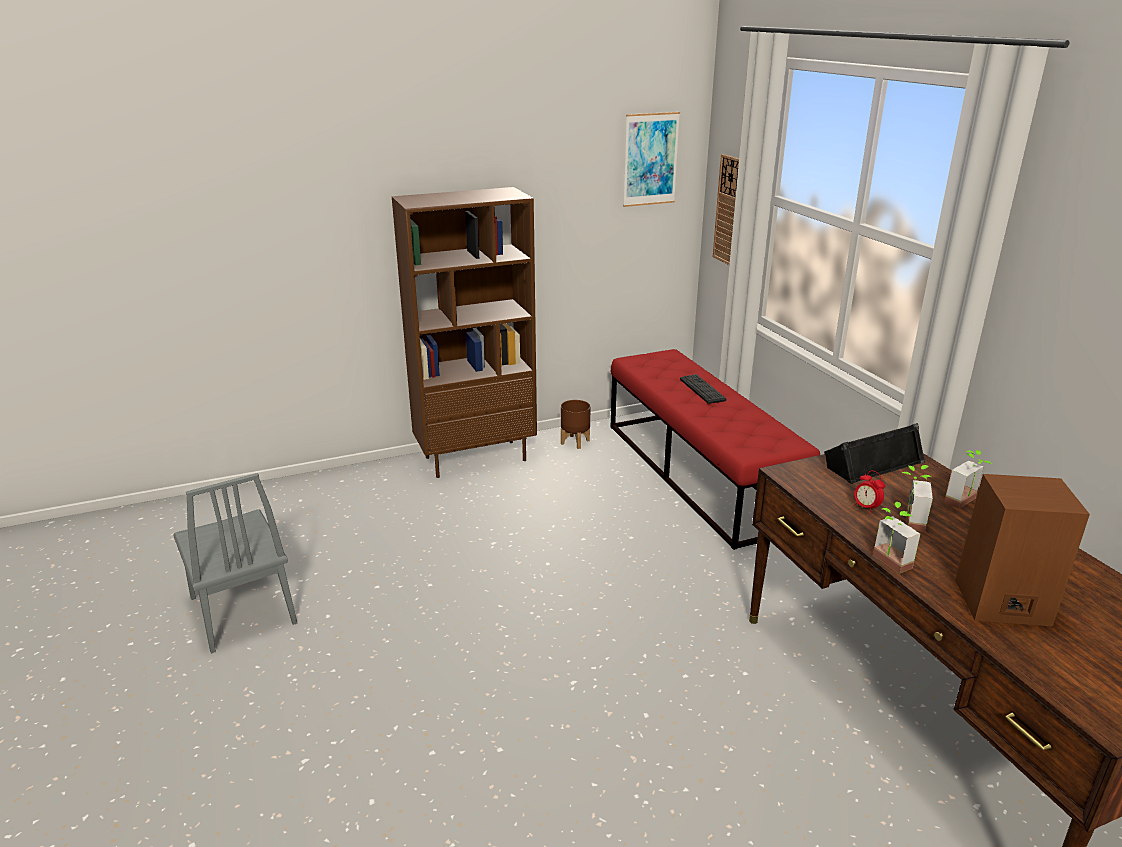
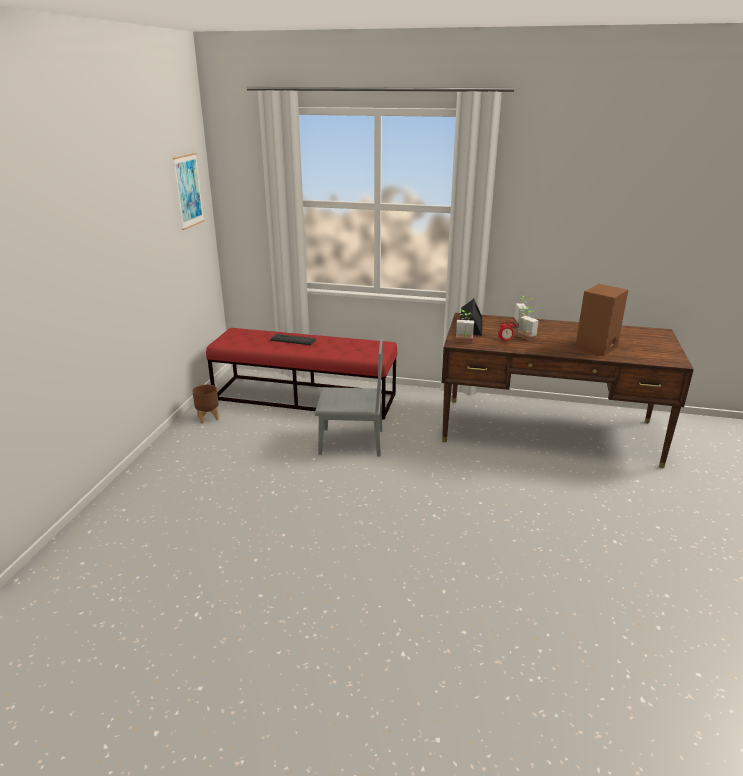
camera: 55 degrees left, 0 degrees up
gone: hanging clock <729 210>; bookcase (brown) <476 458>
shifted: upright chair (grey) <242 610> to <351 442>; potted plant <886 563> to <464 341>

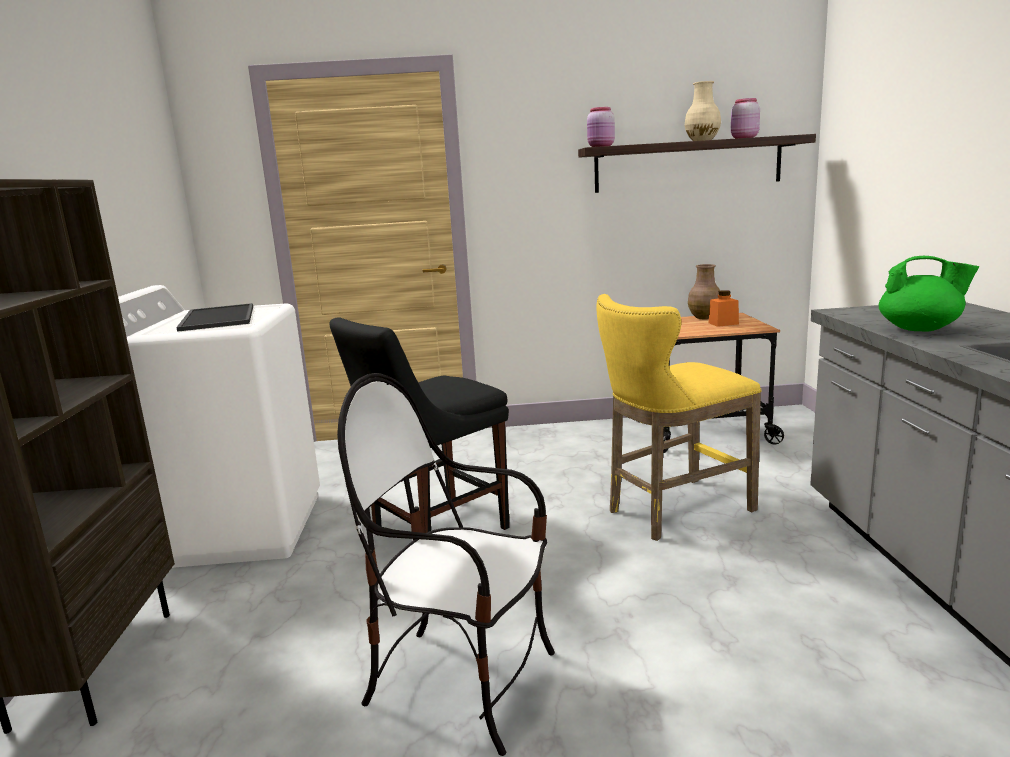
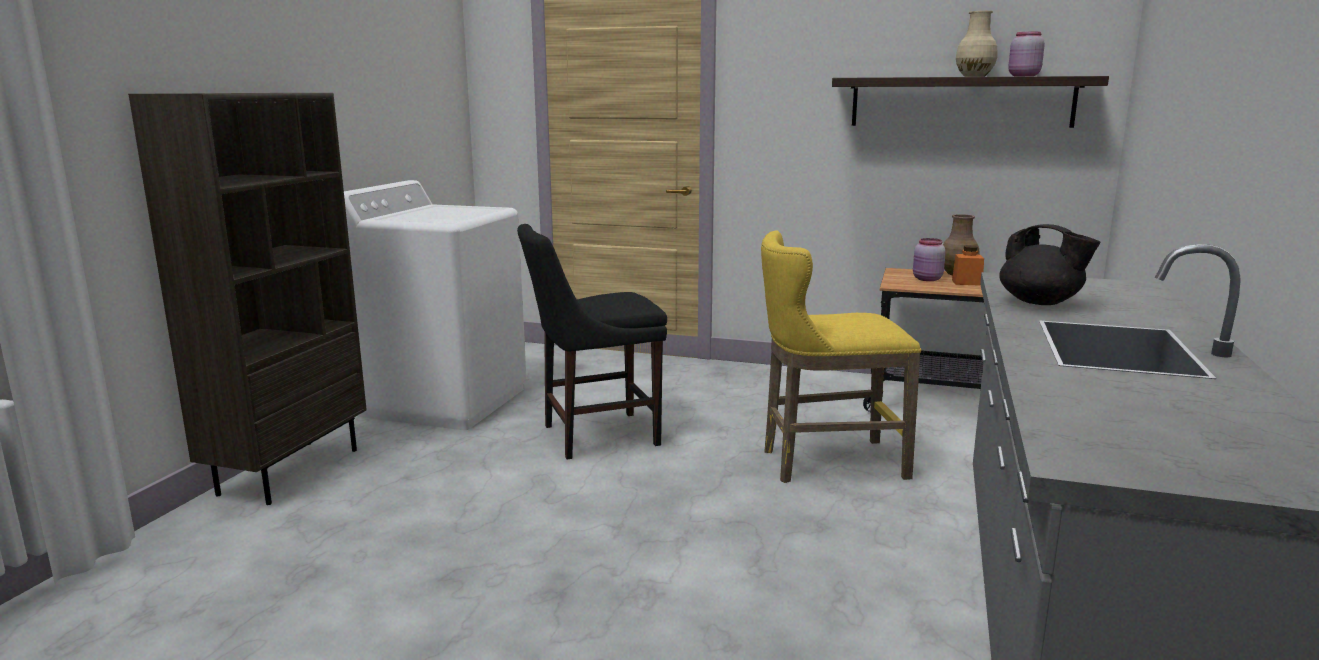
camera: 20 degrees right, 0 degrees up
gone: tray <216 318>; upright chair <463 682>
shifted: jar (pinkish) <601 146> to <927 279>
repainted: teapot (green) <920 329> to teapot (black) <1040 302>

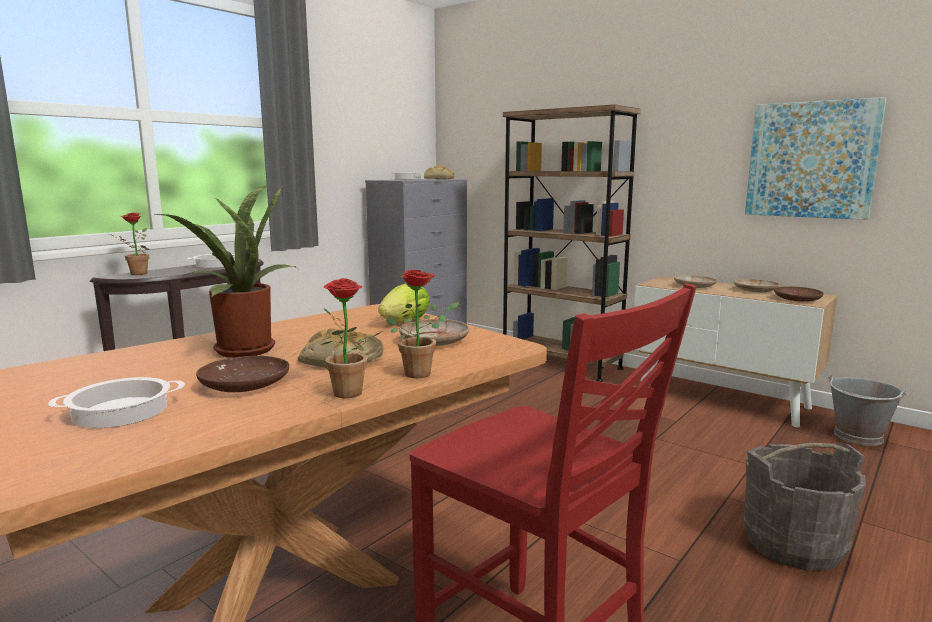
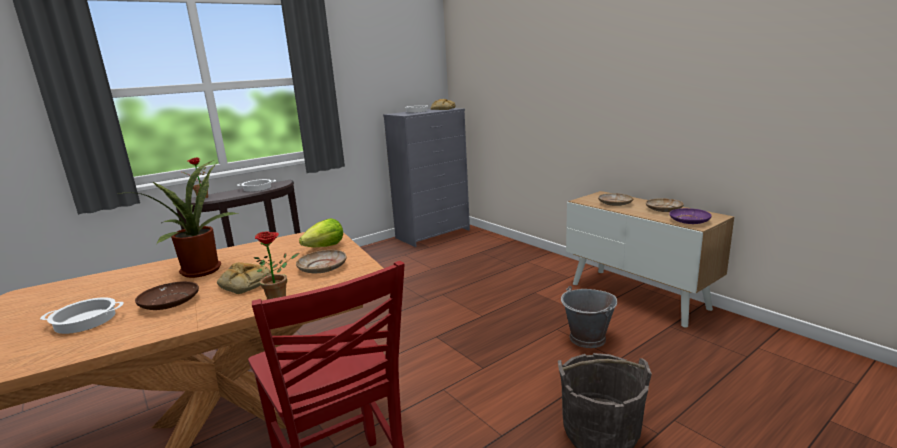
camera: 15 degrees right, 5 degrees up
gone: picture <811 160>; bookcase (brown) <560 363>; potted plant <349 395>
shifted: water bucket (grey) <859 437> to <587 338>
repainted: flat dish (brown) <797 299> to flat dish (purple-coloured) <689 221>

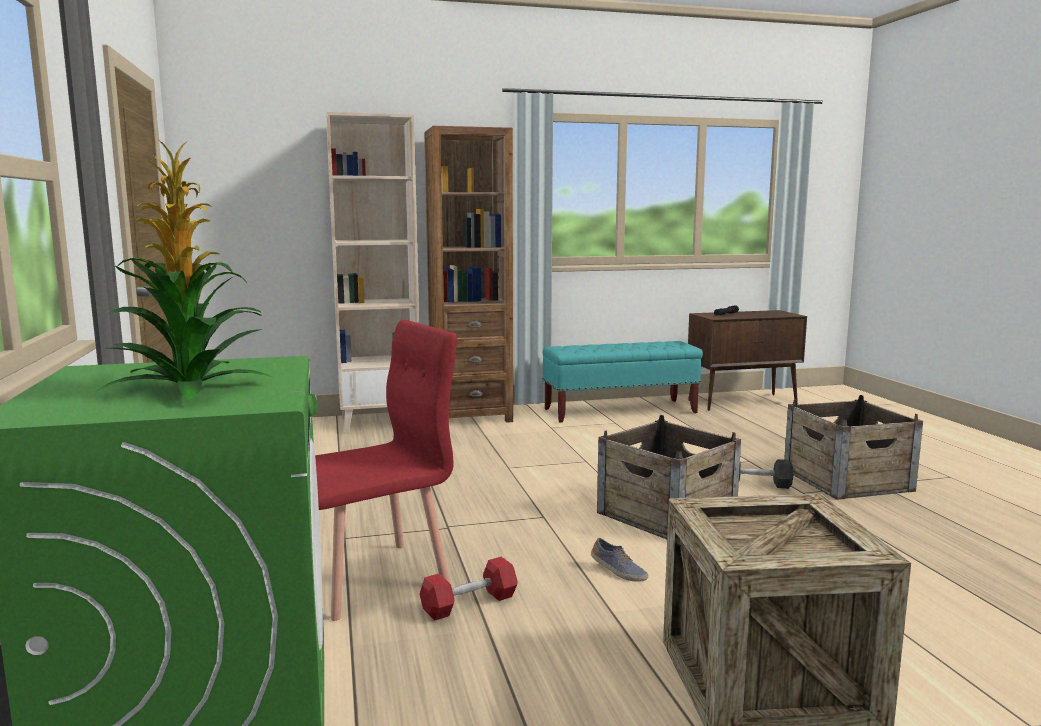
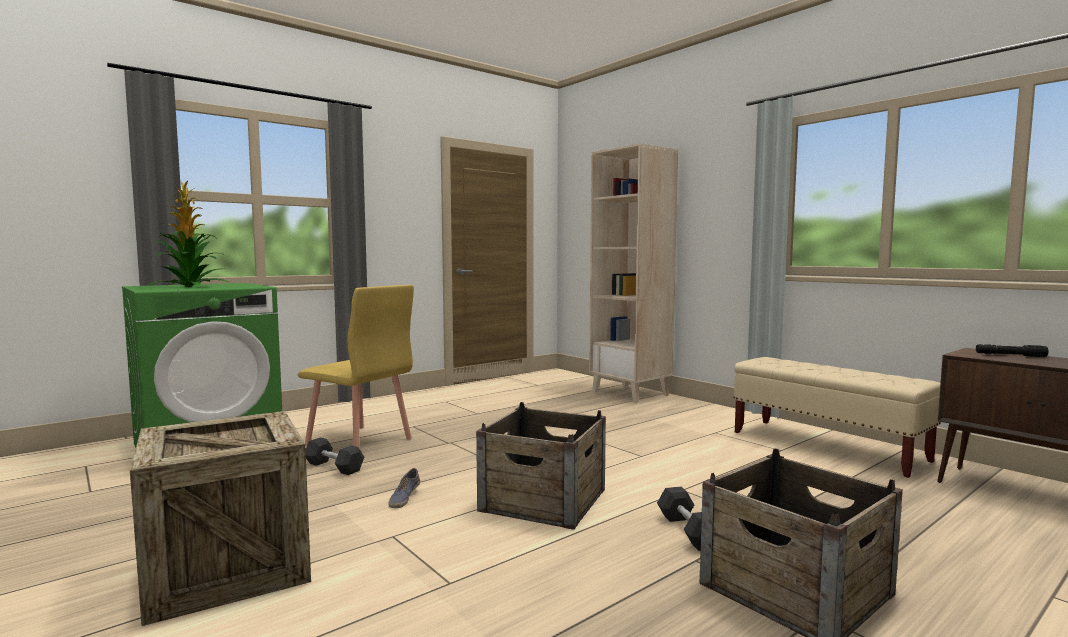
camera: 65 degrees right, 5 degrees down
gone: bookcase (brown) <470 416>
repainted: upright chair (red) <373 579> to upright chair (yellow-coloured) <359 442>; bench (turquoise) <620 411> to bench (beige) <827 447>; free weight (red) <469 604> to free weight (grey) <334 467>

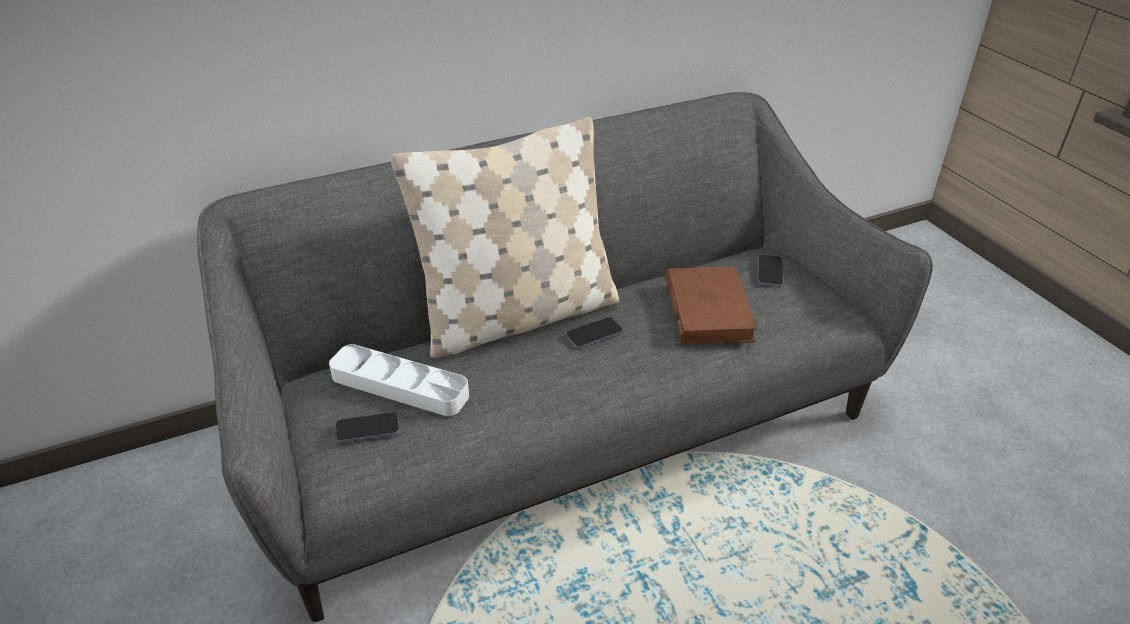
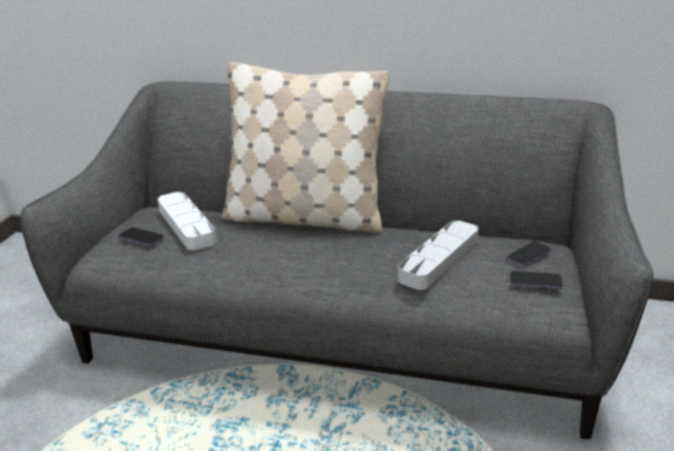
camera: 40 degrees right, 10 degrees down
shifted: phone <594 334> to <535 282>
swapped: volume (brown) <708 309> to tray (grey) <439 259>

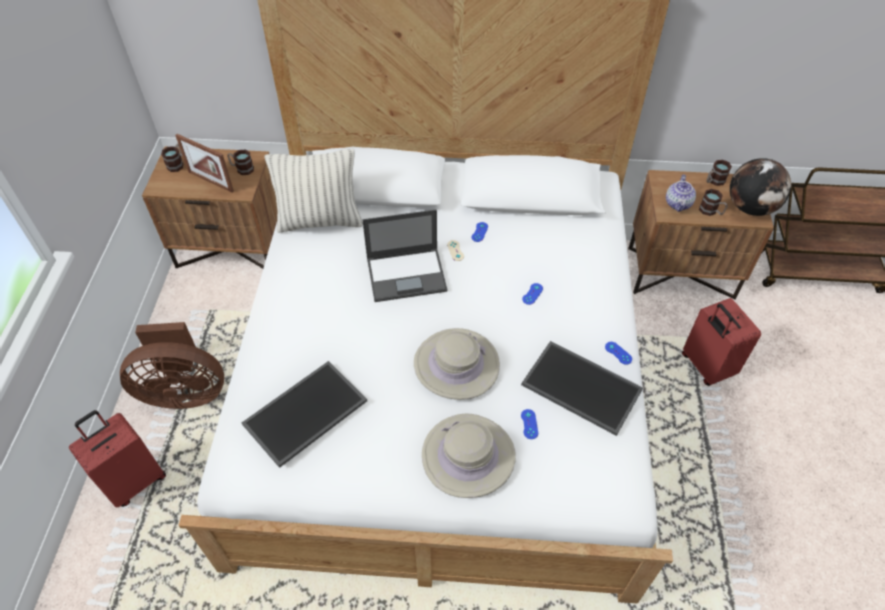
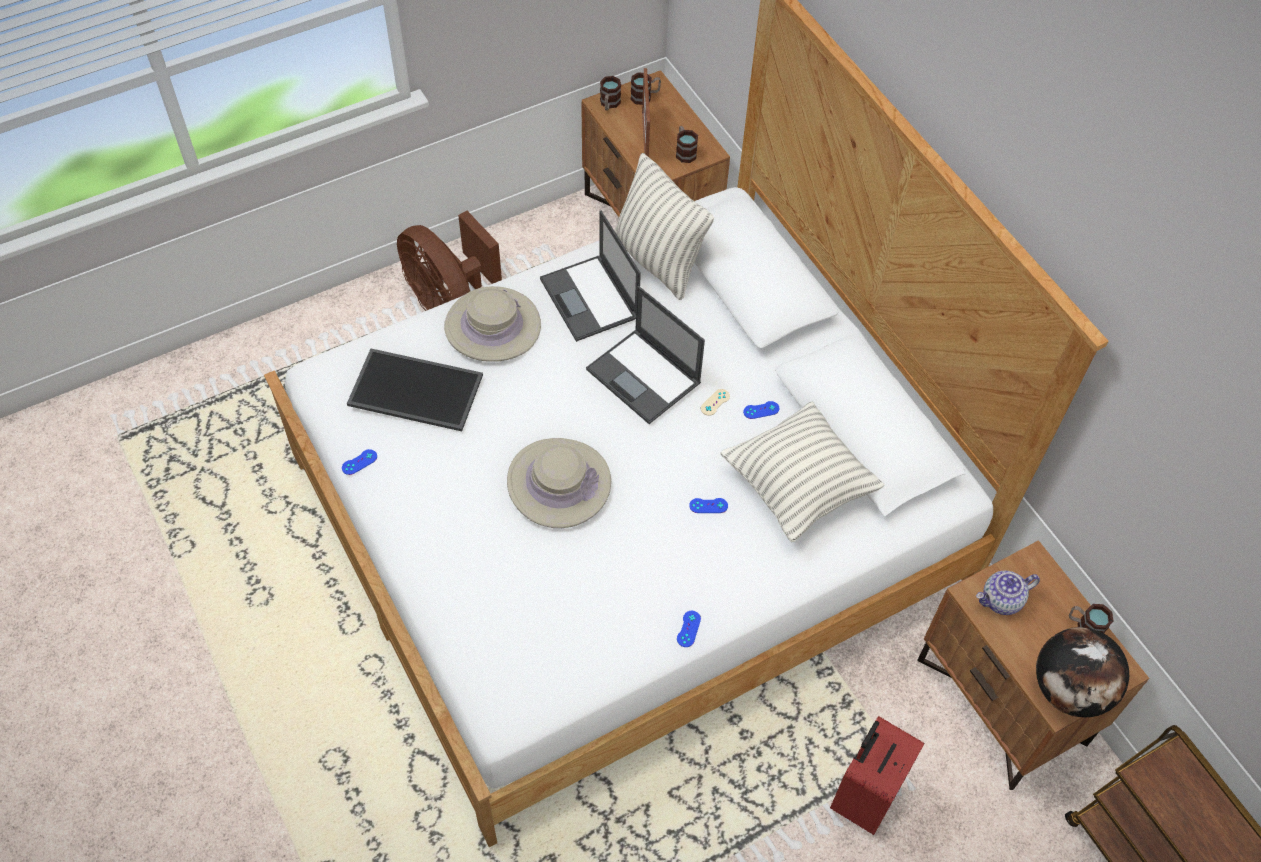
camera: 55 degrees right, 5 degrees up
gone: tray <579 388>; suitcase (red) <134 480>
new: portable computer <590 299>; throw pillow <797 487>
shifted: tea mug <711 211> to <609 104>; gamepad (blue) <529 424> to <359 462>; wearable hat (beige) <468 456> to <492 326>

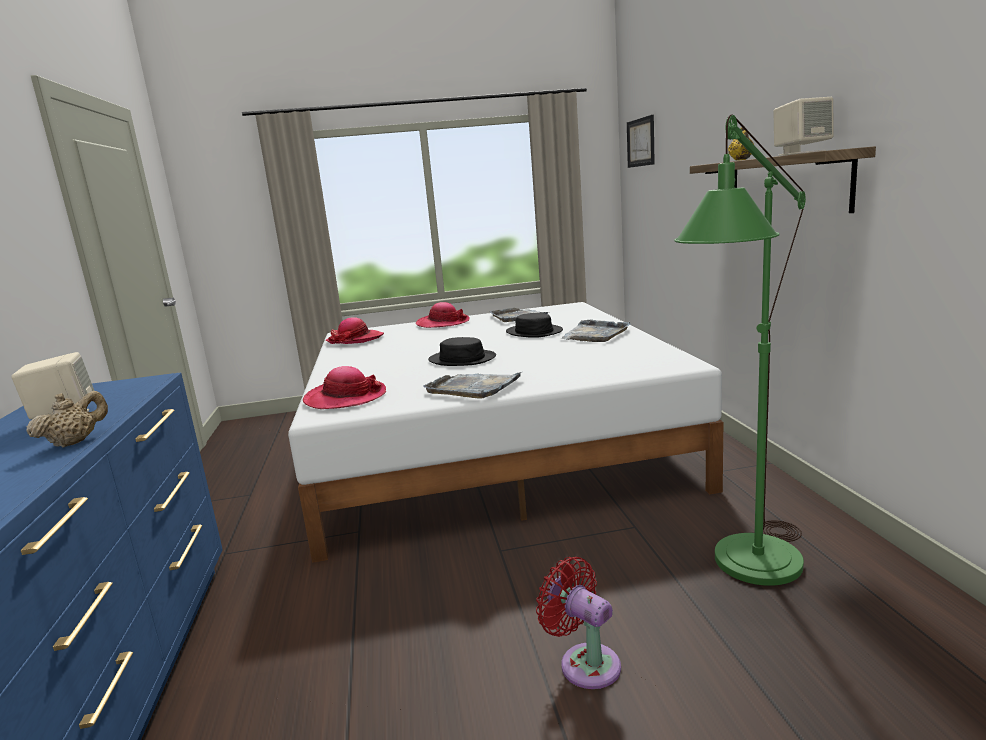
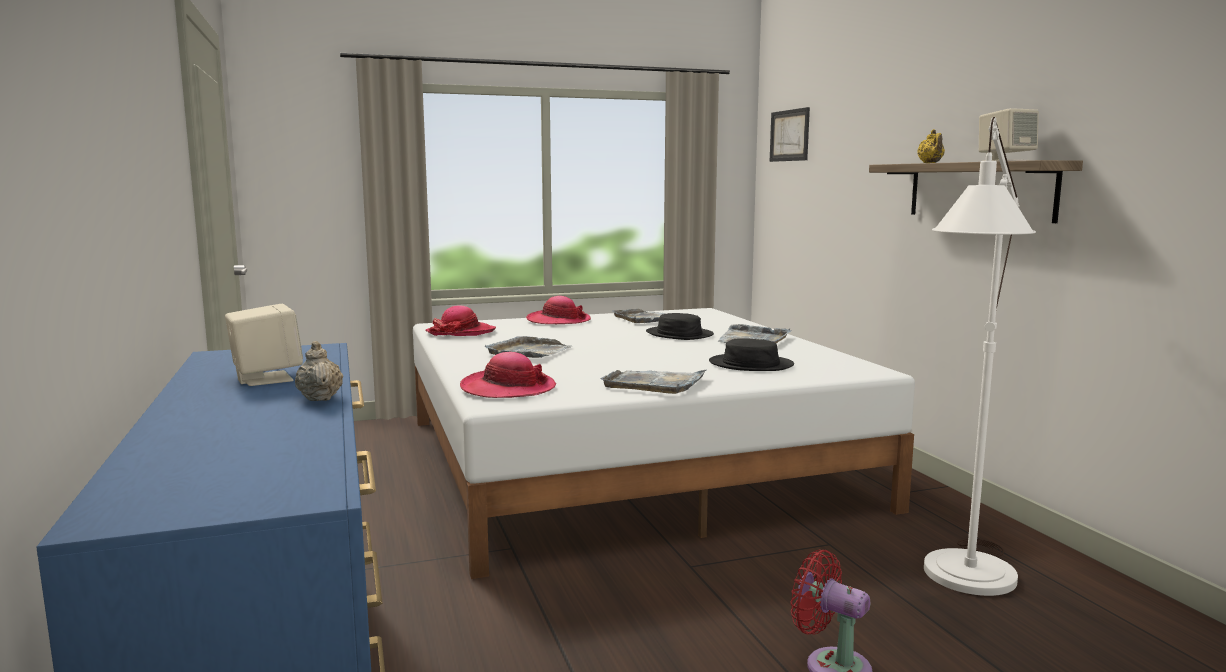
camera: 10 degrees left, 5 degrees down
new: tray (grey) <529 352>
shifted: wearable hat (black) <462 359> to <751 364>
repainted: standard lamp (green) <748 572> to standard lamp (white) <964 585>
rotated: teapot (beige) <75 442> = <320 398> 45 degrees counterclockwise

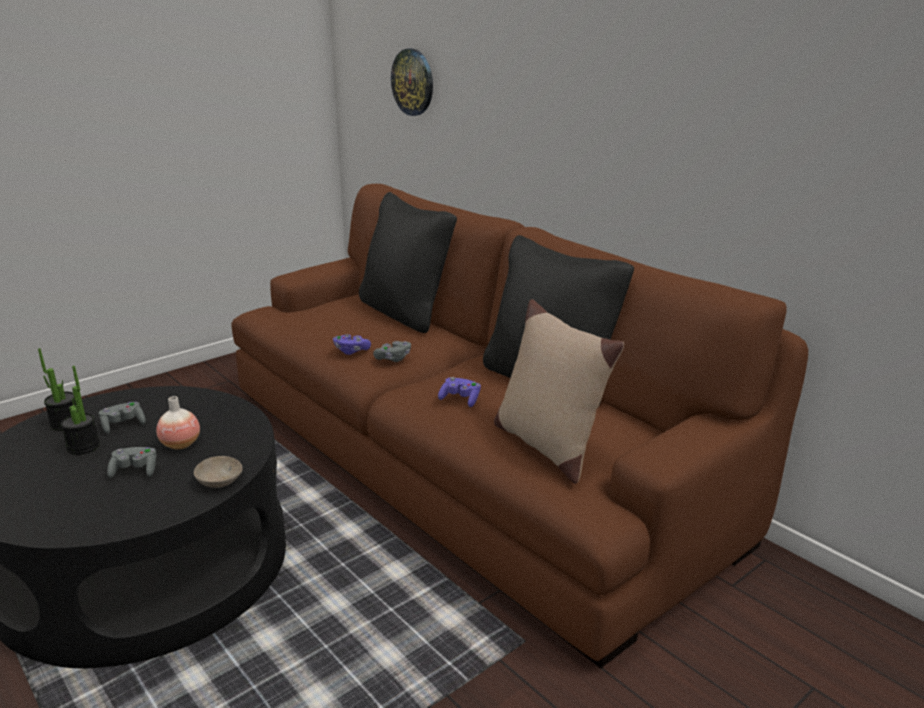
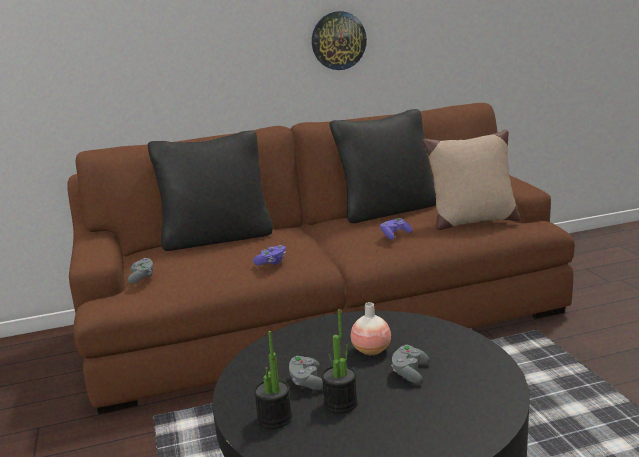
camera: 65 degrees left, 5 degrees down
gone: deep dish (beige) <218 481>
shifted: hanging clock <413 82> to <338 40>; gamepad (grey) <393 358> to <142 277>

